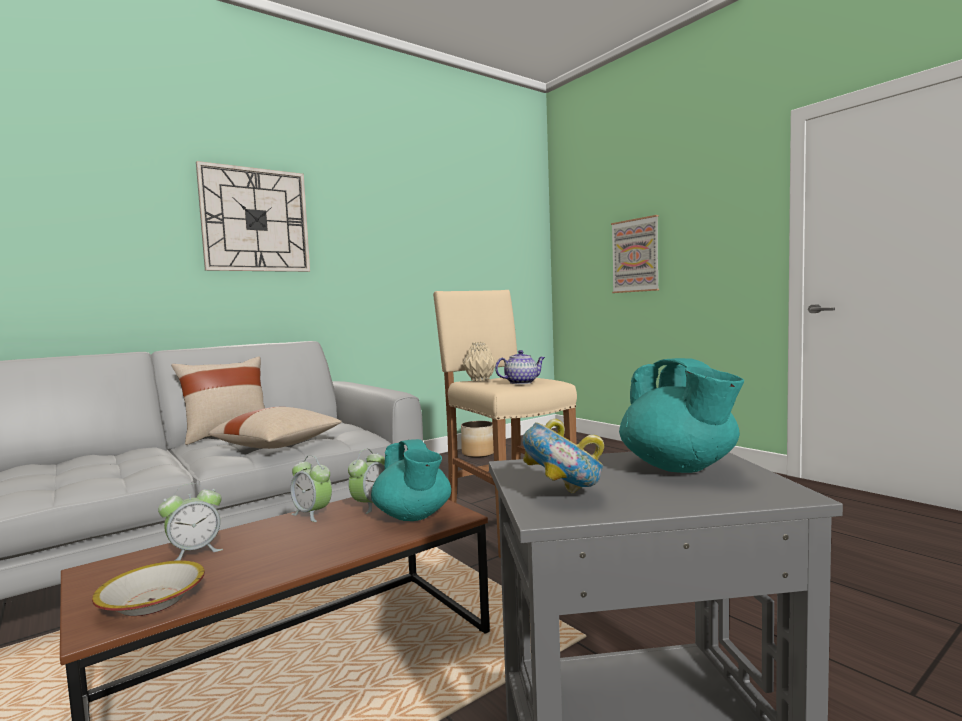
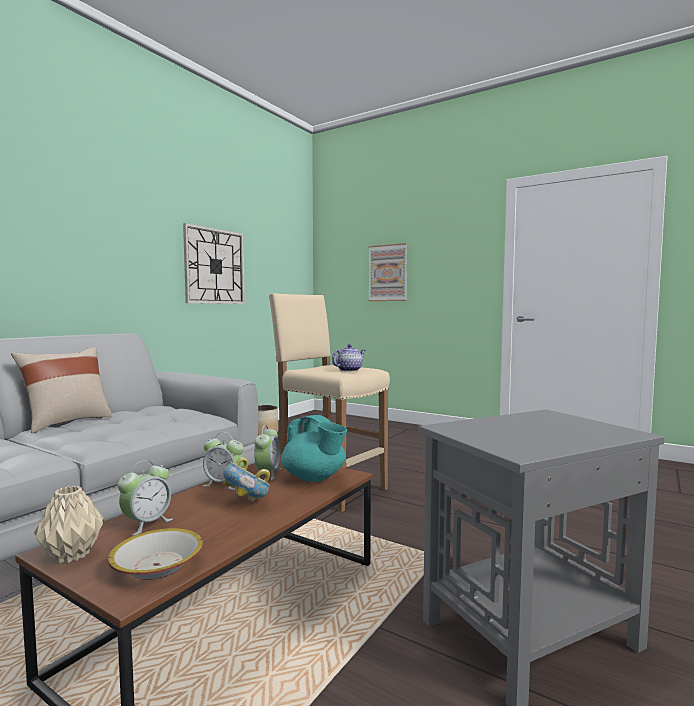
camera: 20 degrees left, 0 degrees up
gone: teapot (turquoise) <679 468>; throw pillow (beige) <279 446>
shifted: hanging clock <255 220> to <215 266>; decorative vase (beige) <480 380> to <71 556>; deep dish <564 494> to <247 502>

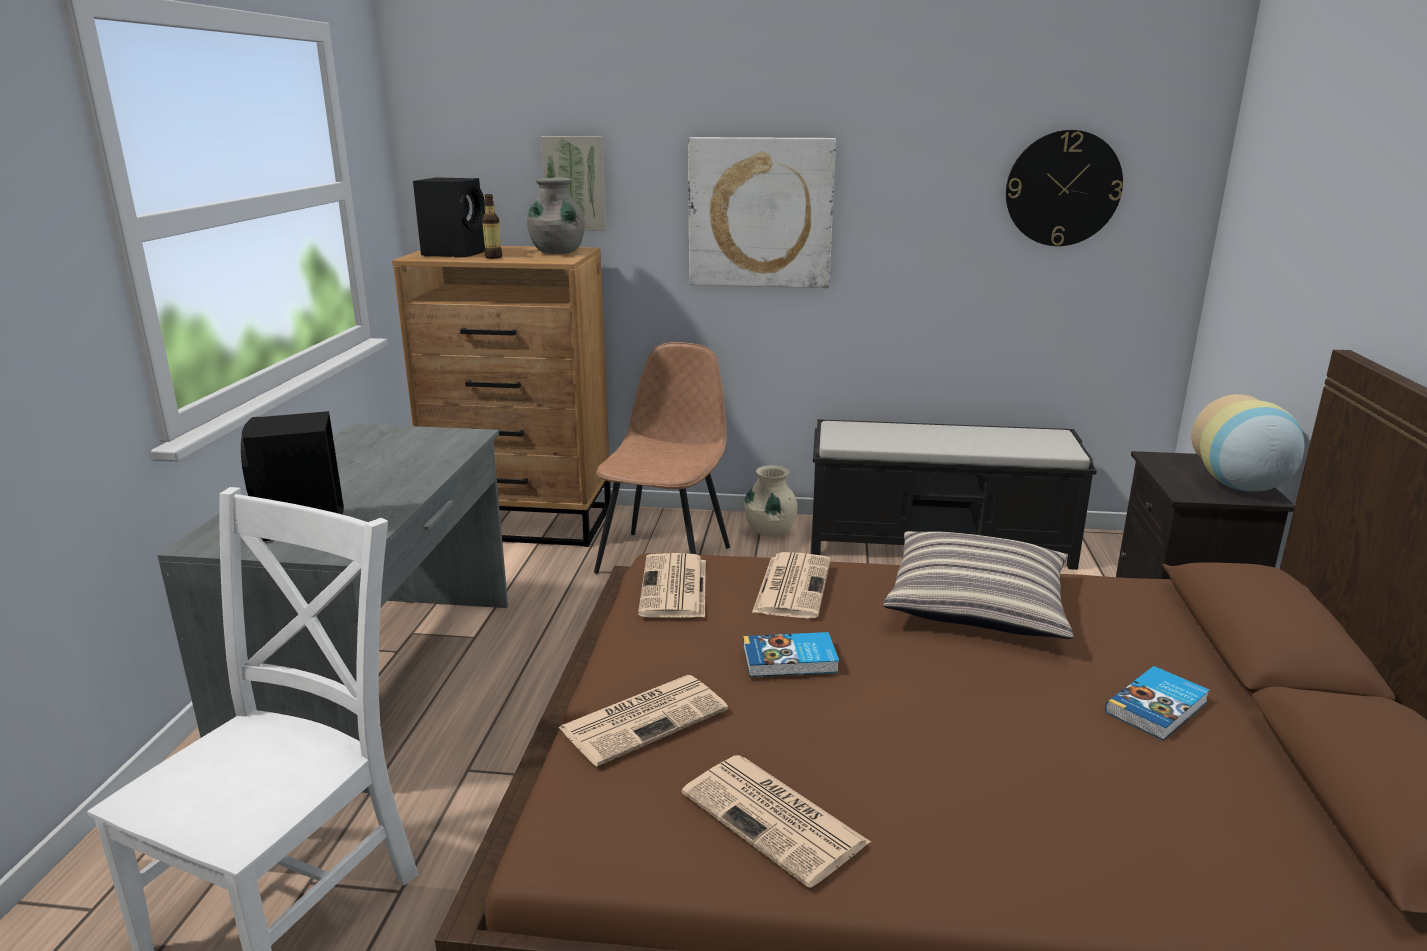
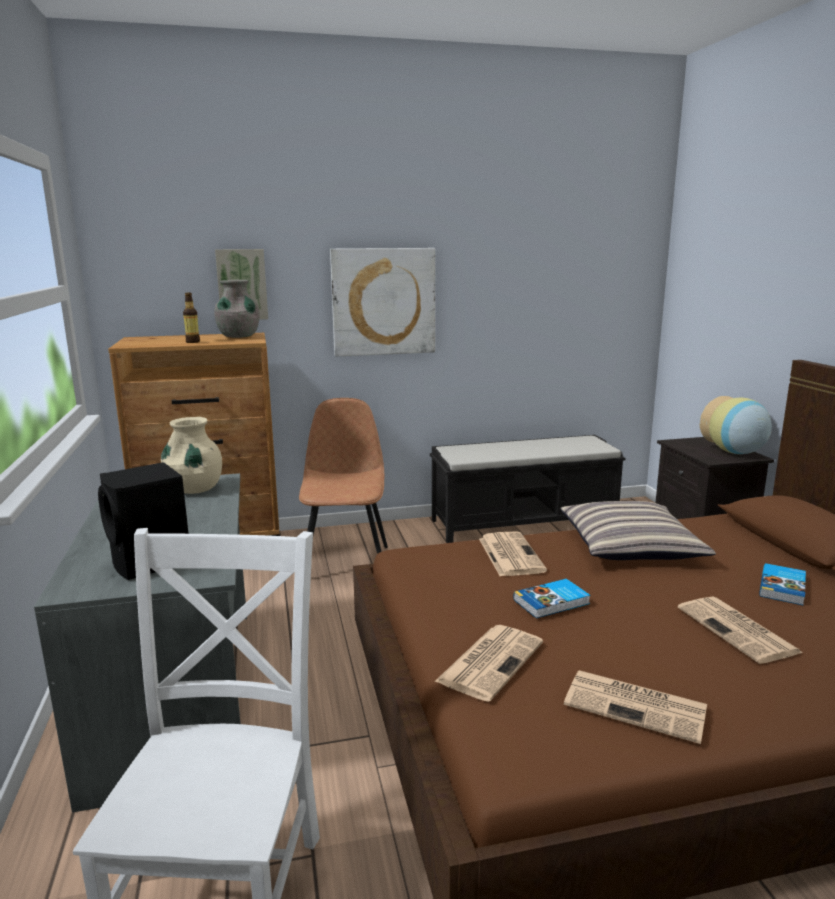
camera: 20 degrees left, 5 degrees down
gone: hanging clock <1063 188>; audio speaker (black) <455 253>
shifted: decorative vase (beige) <770 531> to <195 489>; daily paper <674 588> to <738 631>

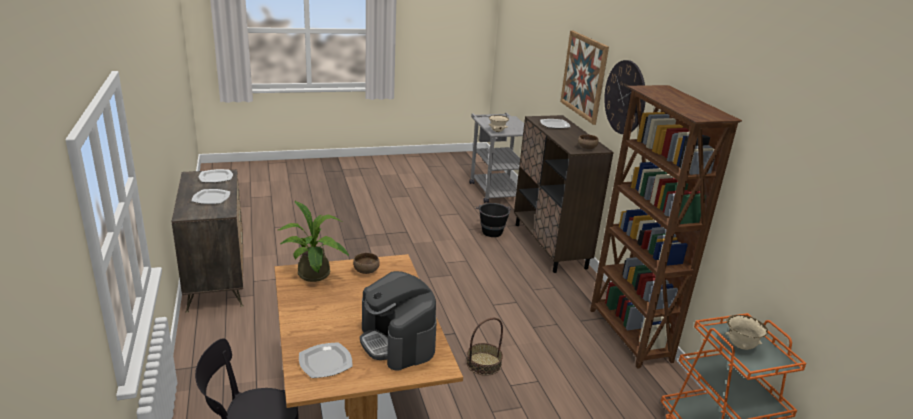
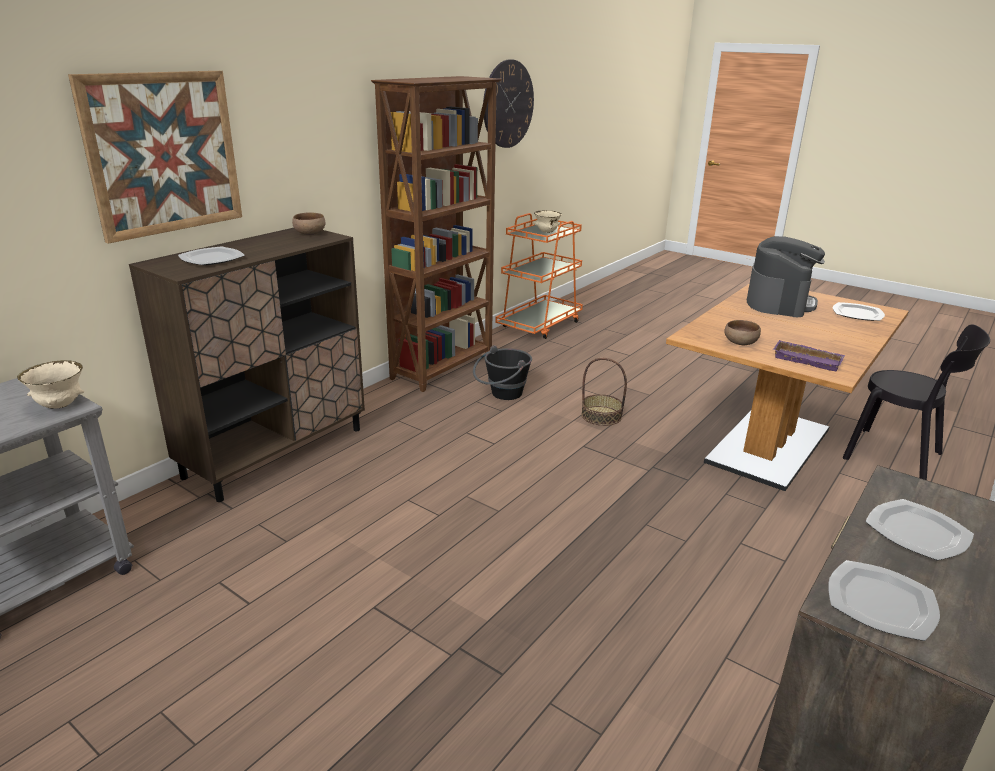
camera: 125 degrees left, 0 degrees up
shifted: hanging clock <625 97> to <508 104>; water bucket (black) <491 230> to <502 395>
swapped: potted plant <315 276> to tray (purple-coloured) <808 359>

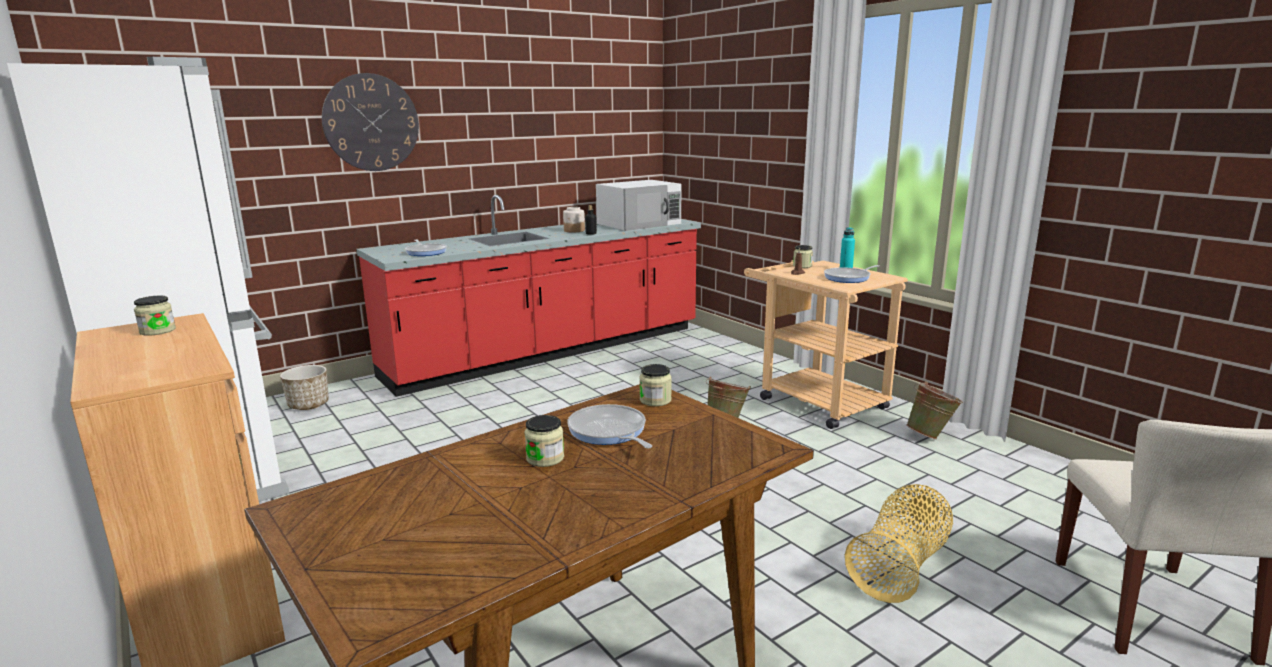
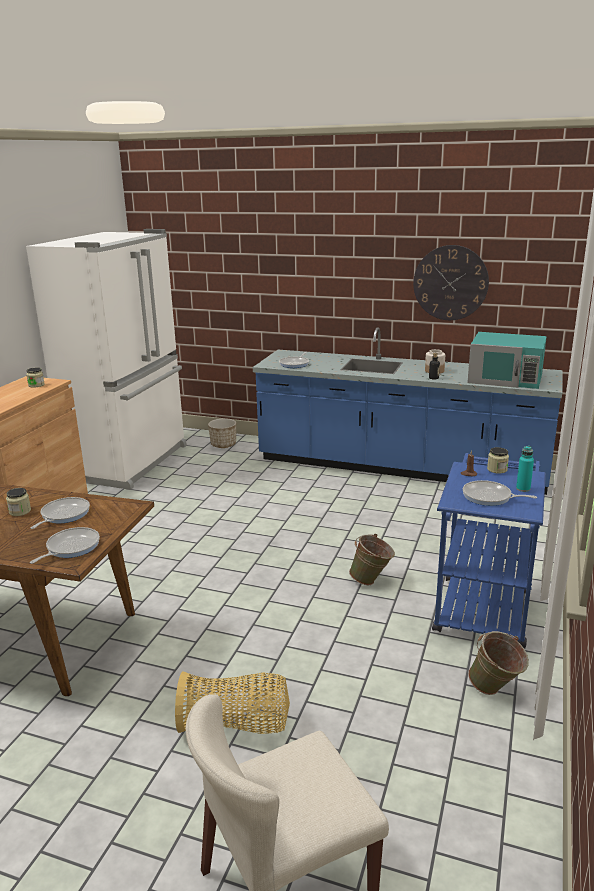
camera: 55 degrees right, 5 degrees up
gone: jar <655 400>
new: skillet <70 547>
shifted: hanging clock <371 122> to <450 283>
repainted: microwave (white) <639 223> to microwave (turquoise) <506 378>; counter (red) <549 352> to counter (blue) <400 468>; cart (beige) <814 400> to cart (blue) <483 604>

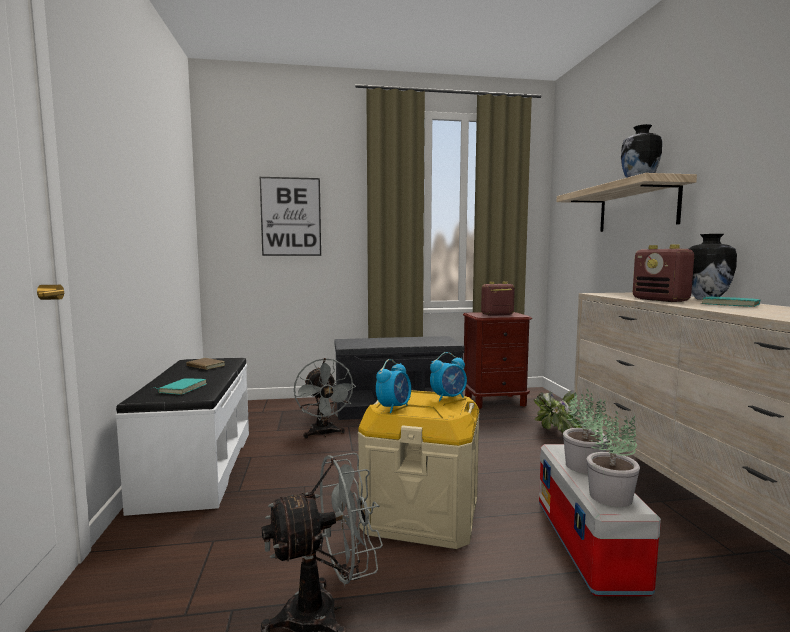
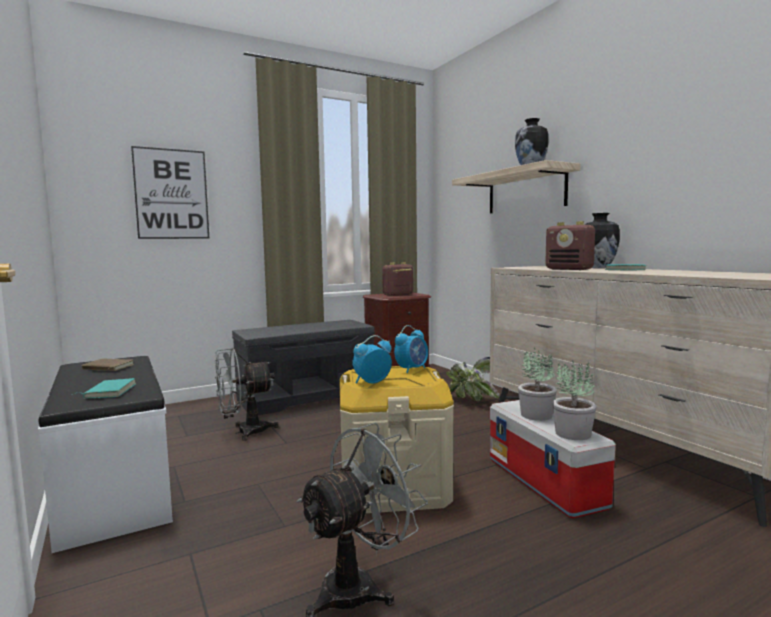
camera: 20 degrees left, 0 degrees up
rotated: fan (grey) <323 434> = <244 432> 105 degrees clockwise; table clock <394 408> = <371 382> 135 degrees counterclockwise

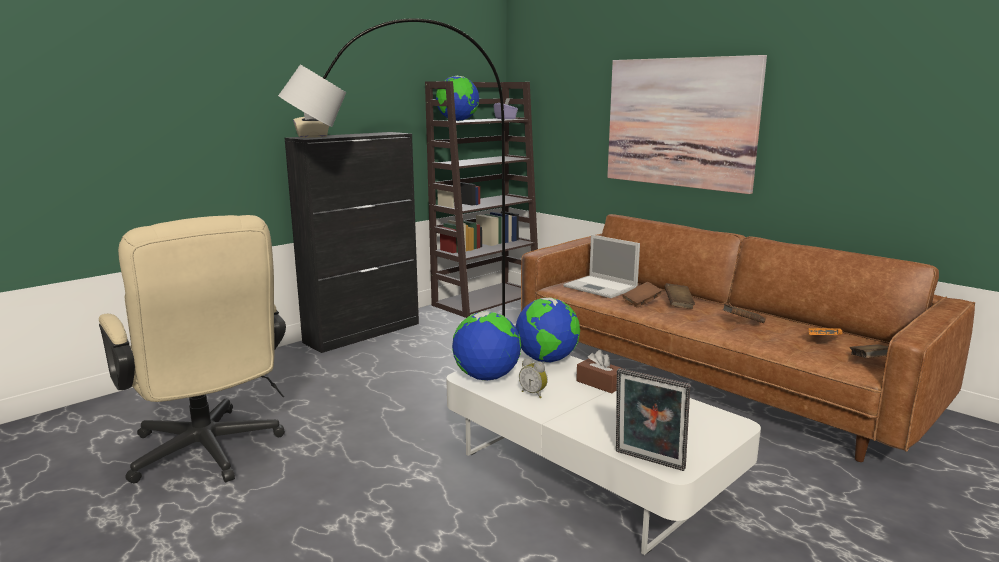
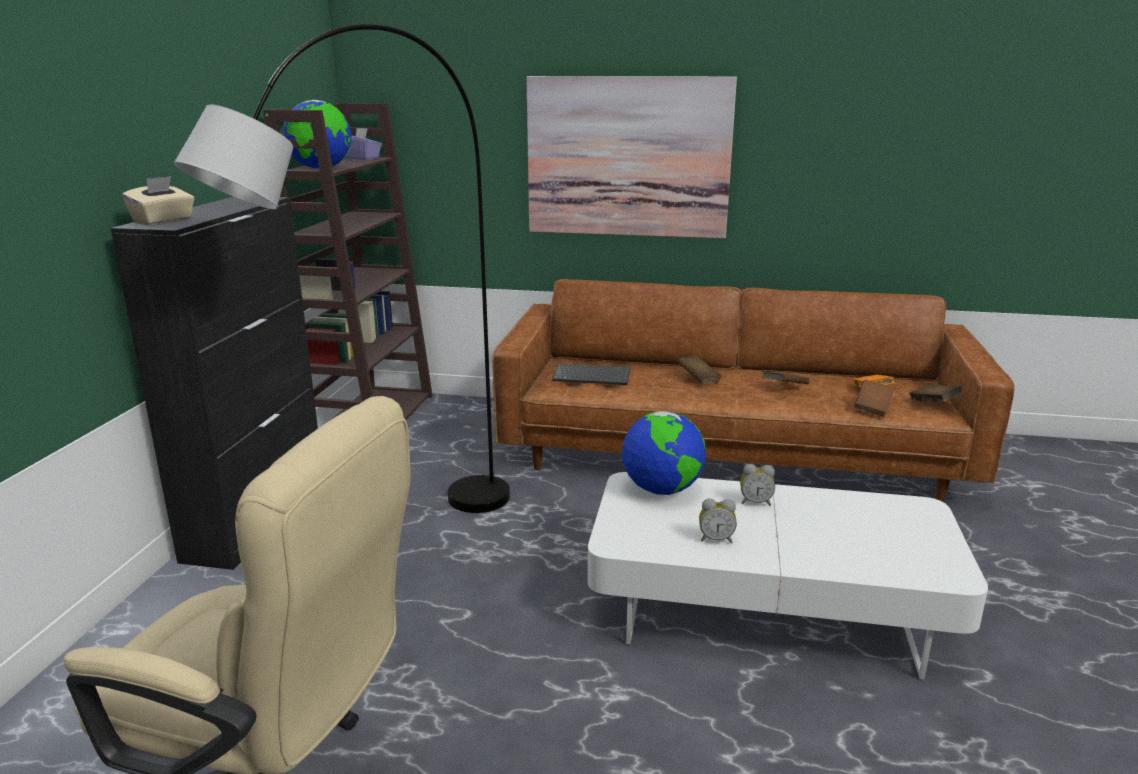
camera: 35 degrees left, 5 degrees up
gone: globe <486 377>; standing frame <648 462>
shifted: volume (brown) <641 303> to <872 409>
swapped: portable computer <601 287> to PC keyboard <593 376>; tissue box (brown) <600 383> to table clock <755 502>

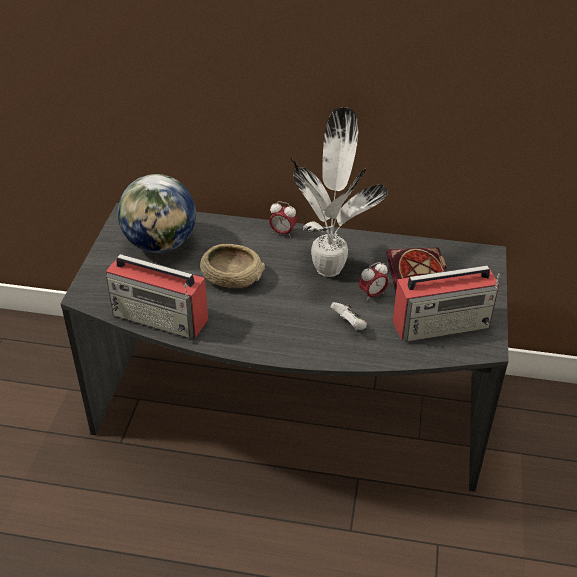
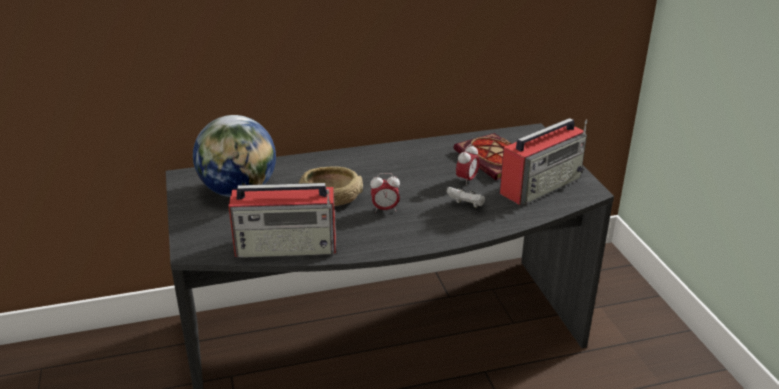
camera: 25 degrees left, 10 degrees down
gone: potted plant <329 267>
shifted: table clock <282 233> to <385 209>

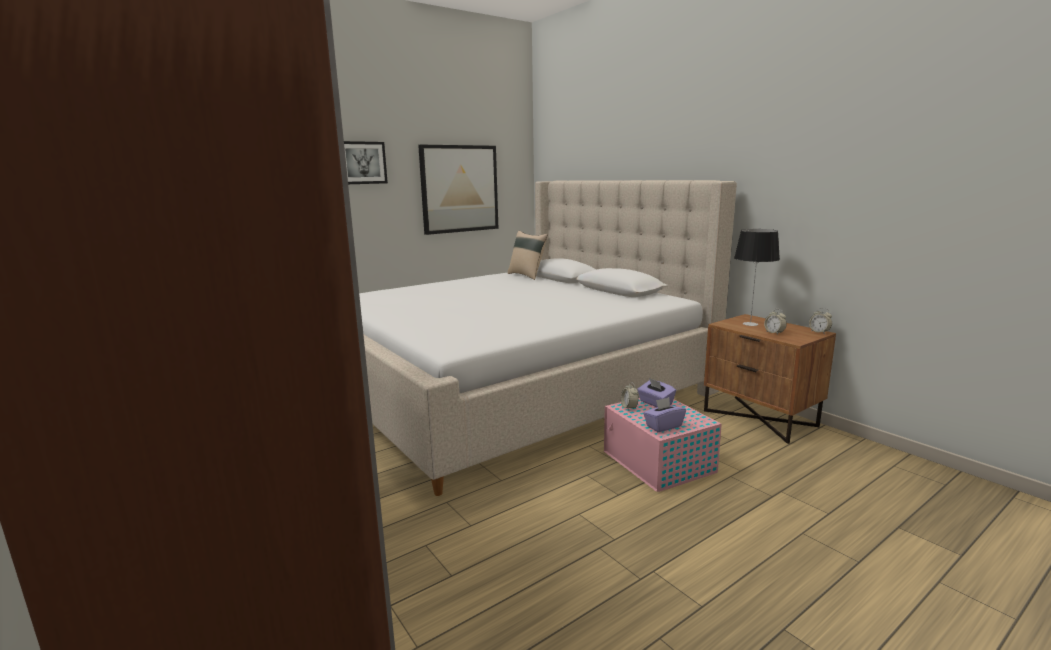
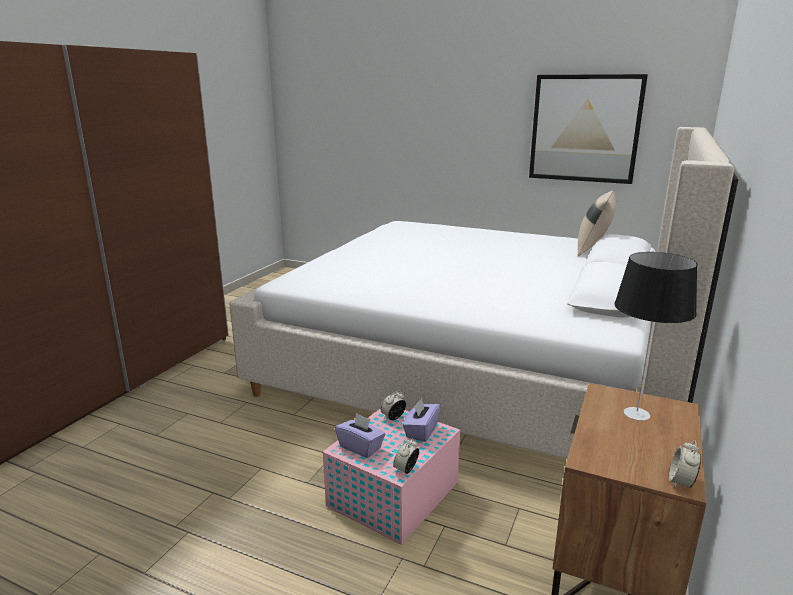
camera: 60 degrees right, 5 degrees up
gone: picture <362 163>
shifted: table clock <774 333> to <406 469>

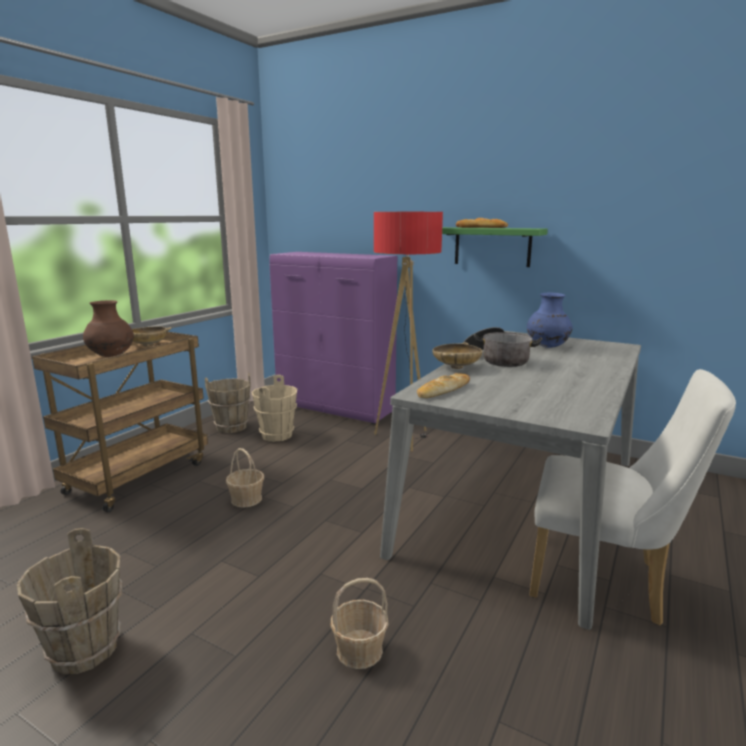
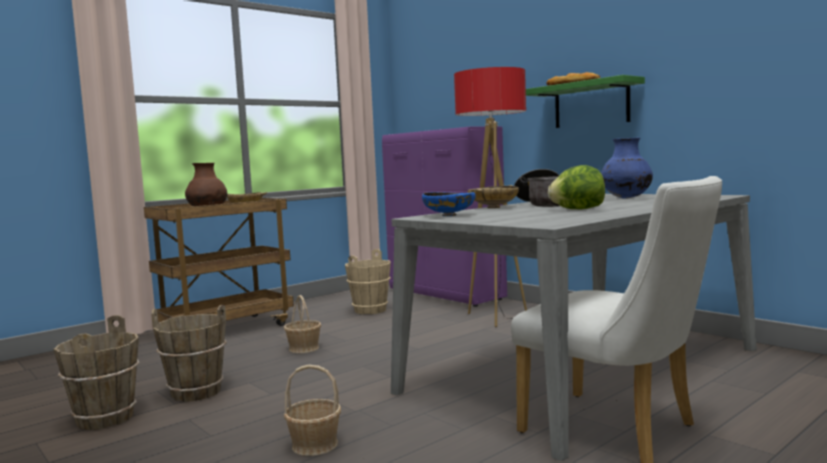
camera: 20 degrees right, 10 degrees down
new: lettuce <577 209>
shifted: water bucket (brown) <231 427> to <196 392>
swapped: bakery bread <443 390> to deep dish (blue) <449 215>

